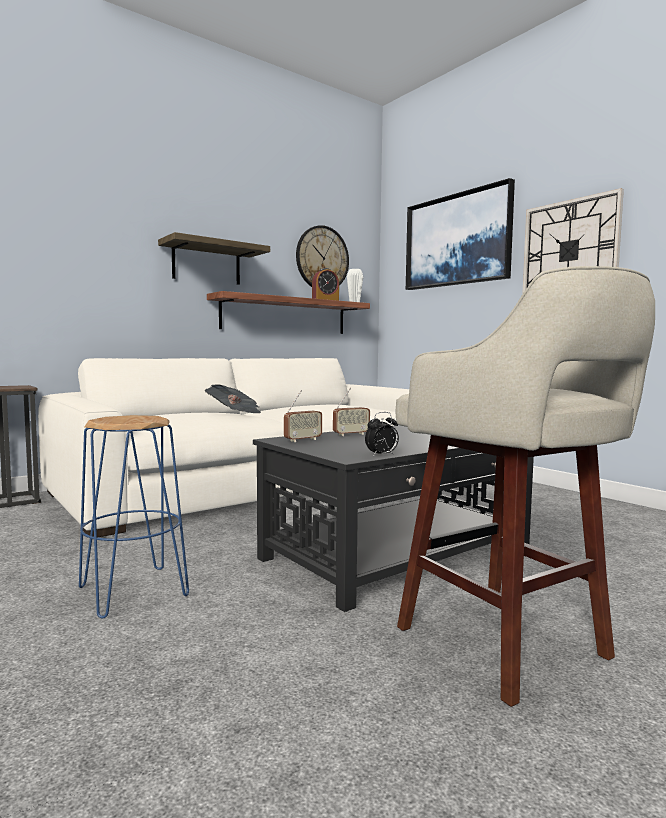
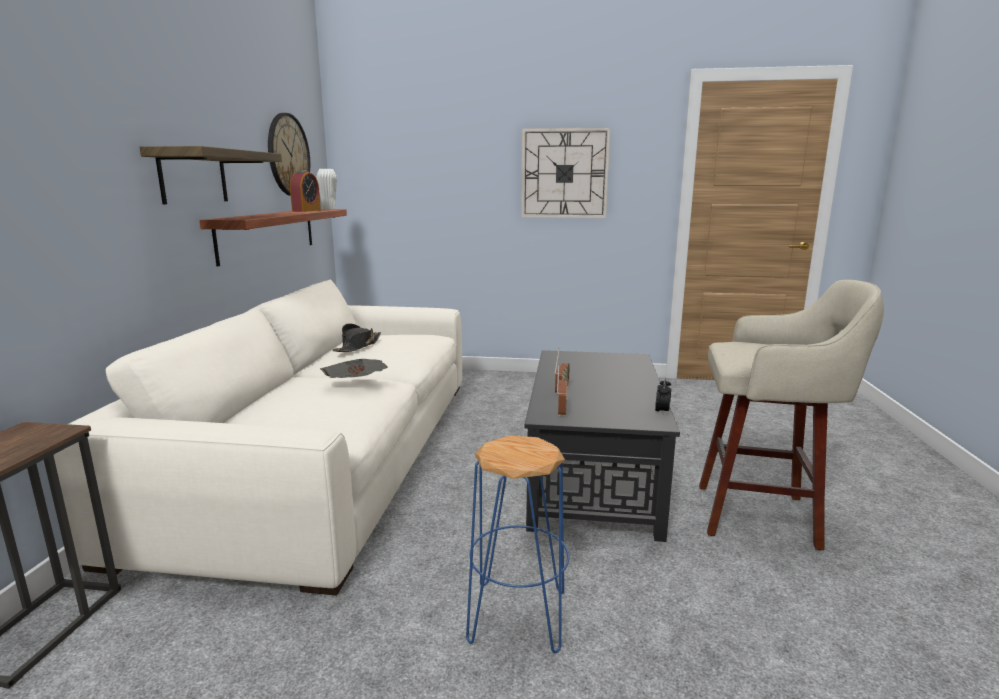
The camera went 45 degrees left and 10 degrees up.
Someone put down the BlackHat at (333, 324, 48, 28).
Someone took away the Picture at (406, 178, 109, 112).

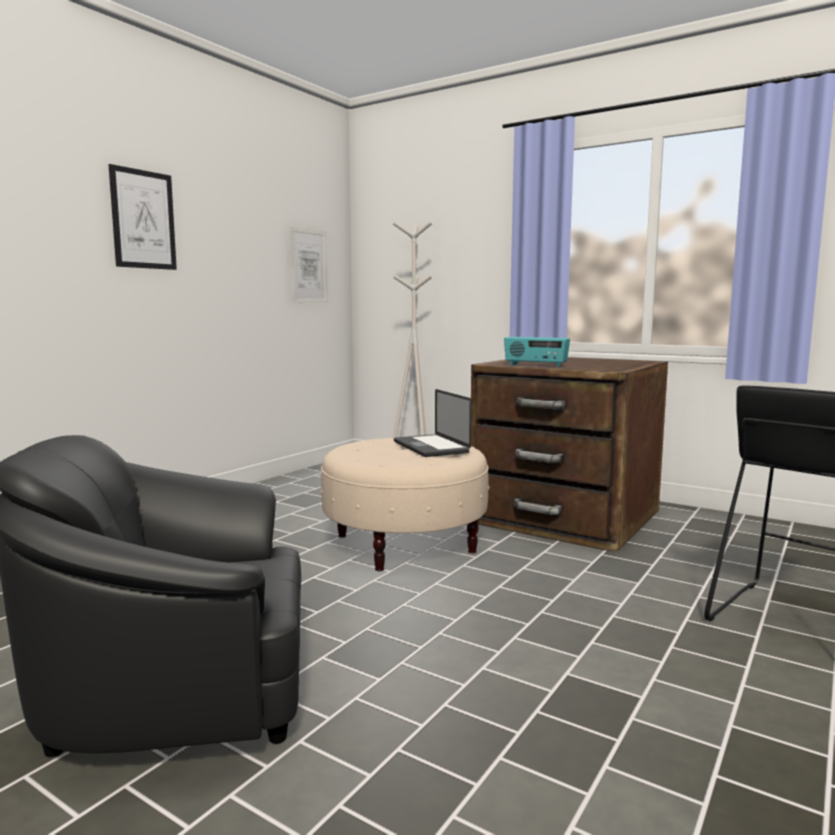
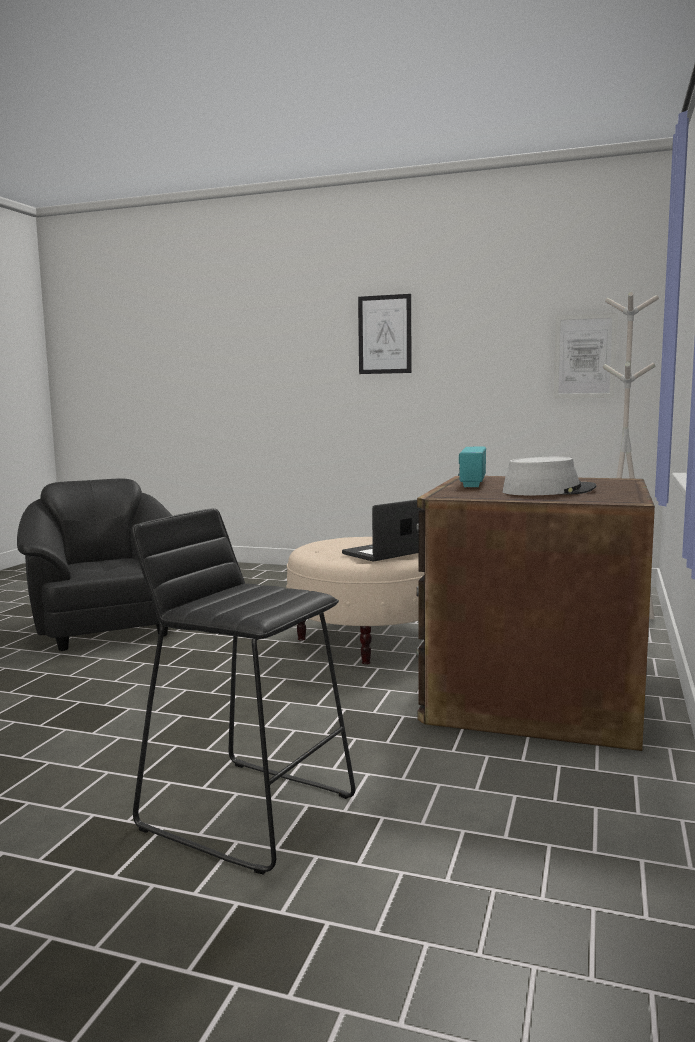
The camera went 75 degrees right and 0 degrees up.
Someone put down the GreyHat at (503, 457, 93, 38).

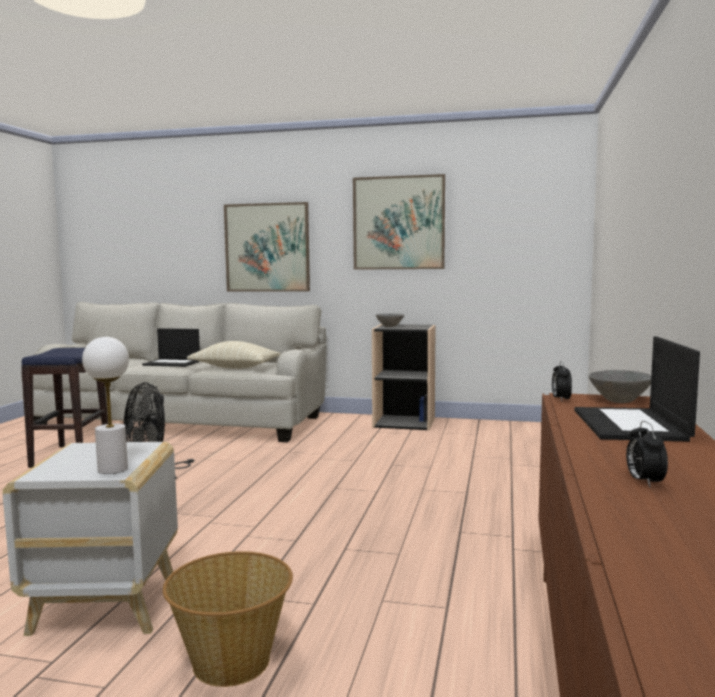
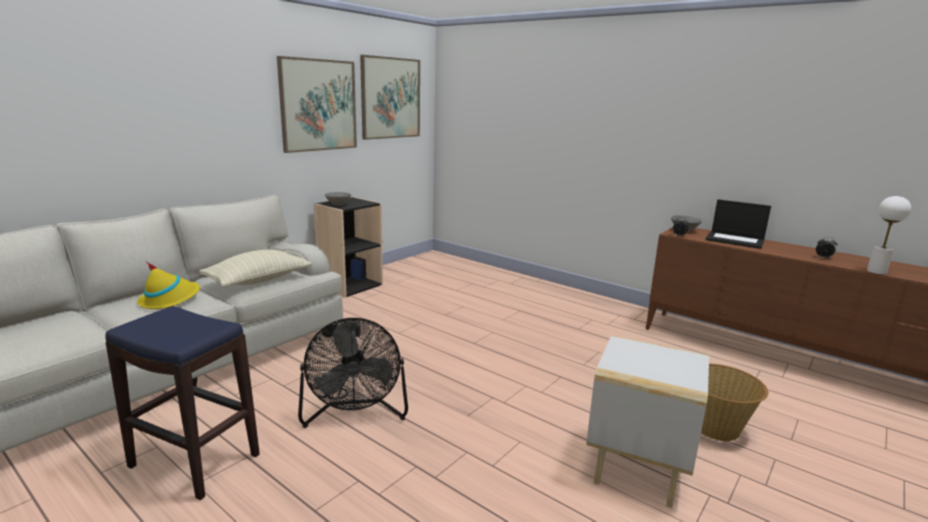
The camera went 65 degrees left and 10 degrees up.
Someone swapped the Laptop at (142, 328, 58, 39) for the YellowHat at (137, 261, 63, 48).
Someone carried the Picture from (224, 202, 86, 90) to (360, 55, 60, 85).
Someone carried the WhiteTableLamp from (82, 337, 47, 137) to (867, 196, 44, 79).

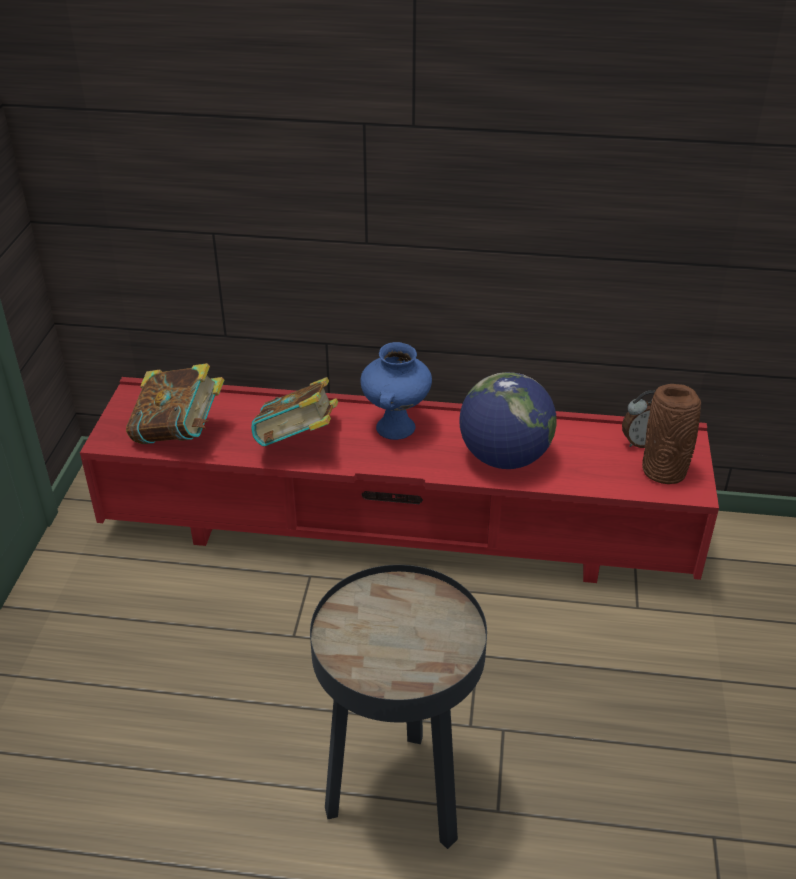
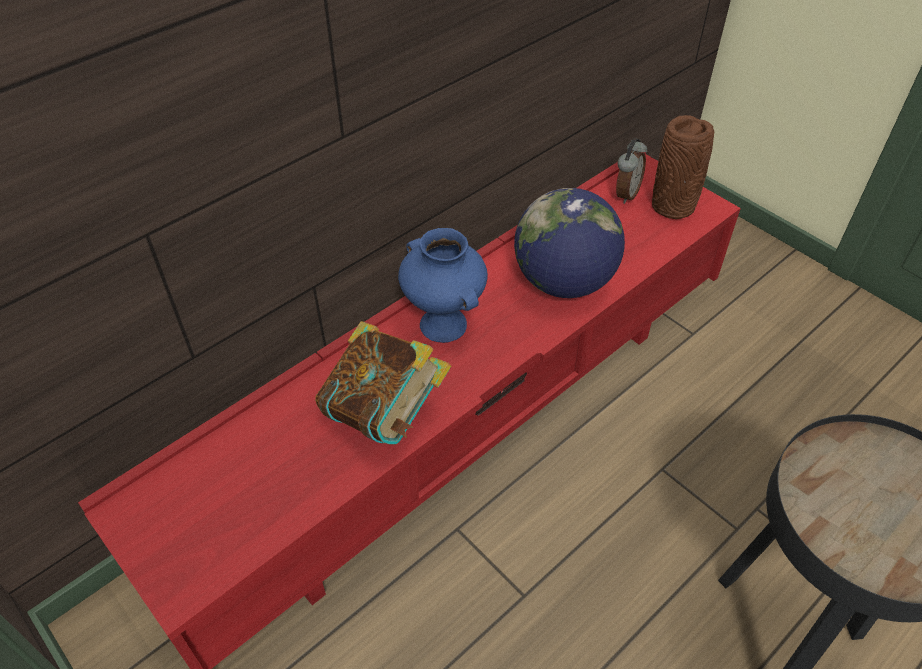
The camera went 50 degrees left and 10 degrees up.
Someone took away the Book at (126, 363, 98, 81).

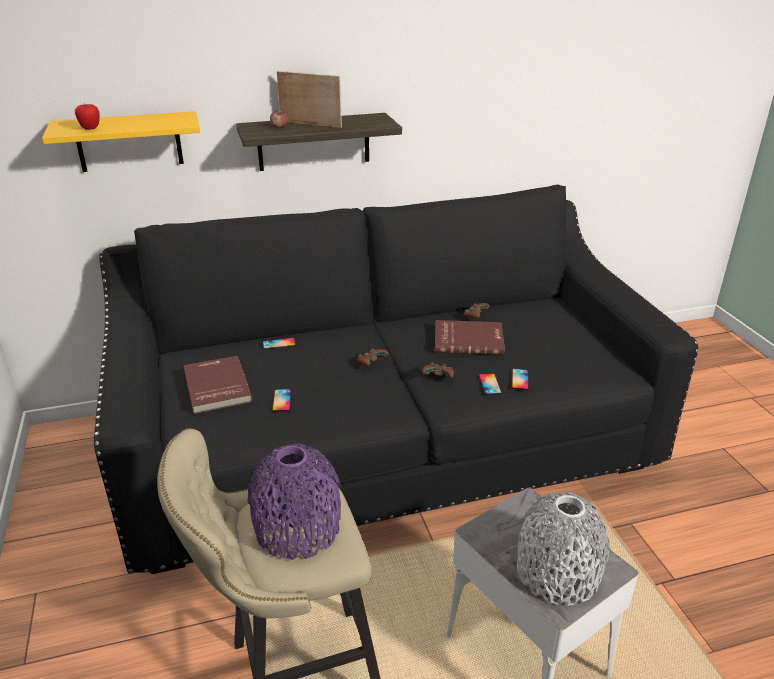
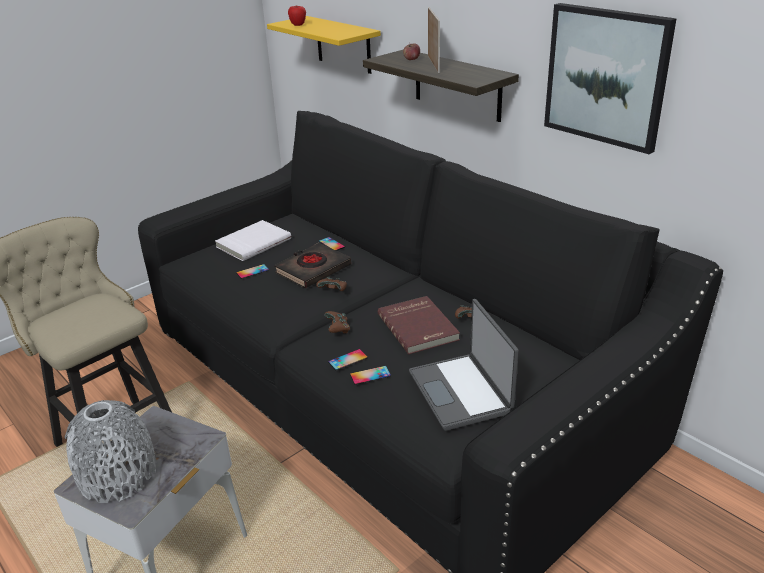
The camera went 65 degrees right and 0 degrees up.
Someone repainted the RedBook at (184, 356, 68, 58), which became the WhiteBook at (215, 220, 76, 41).
Someone put down the BlackBook at (274, 243, 77, 45).
Someone put down the Laptop at (409, 299, 110, 132).
Someone put up the Picture at (544, 3, 133, 151).
Someone took away the PurpleVase at (247, 444, 94, 116).

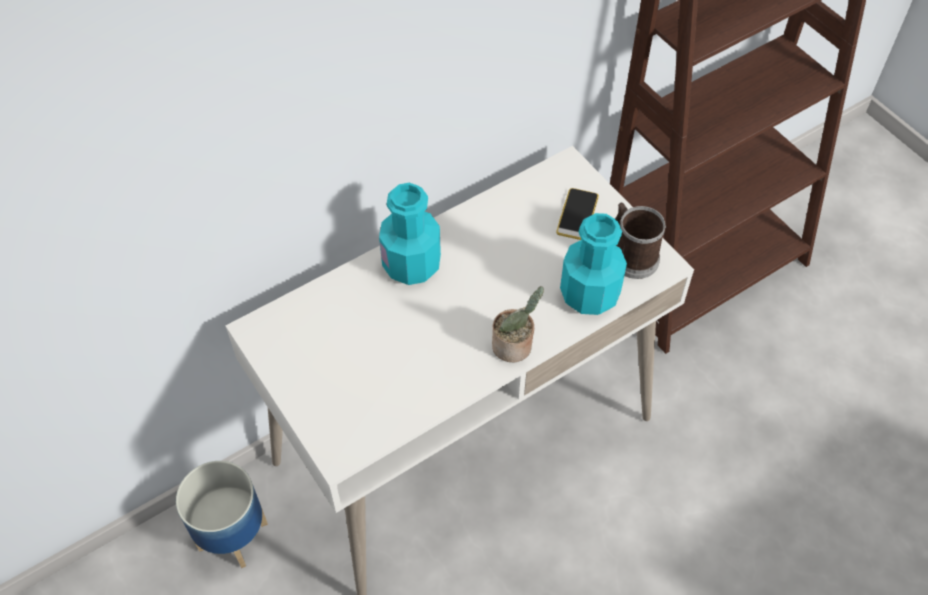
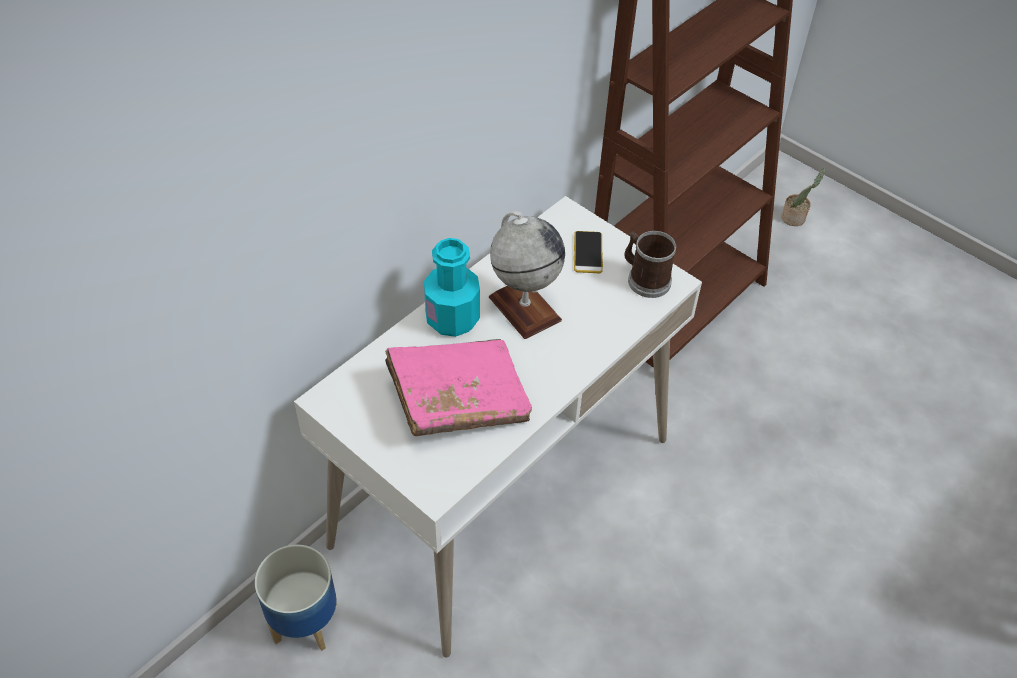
The camera went 15 degrees left and 5 degrees down.
Someone put down the PinkBook at (385, 339, 147, 97).
Someone put down the Globe at (489, 211, 76, 128).
Someone carried the PottedPlant from (492, 286, 52, 76) to (781, 168, 45, 58).
Someone took away the TurquoiseBottle at (560, 213, 67, 102).

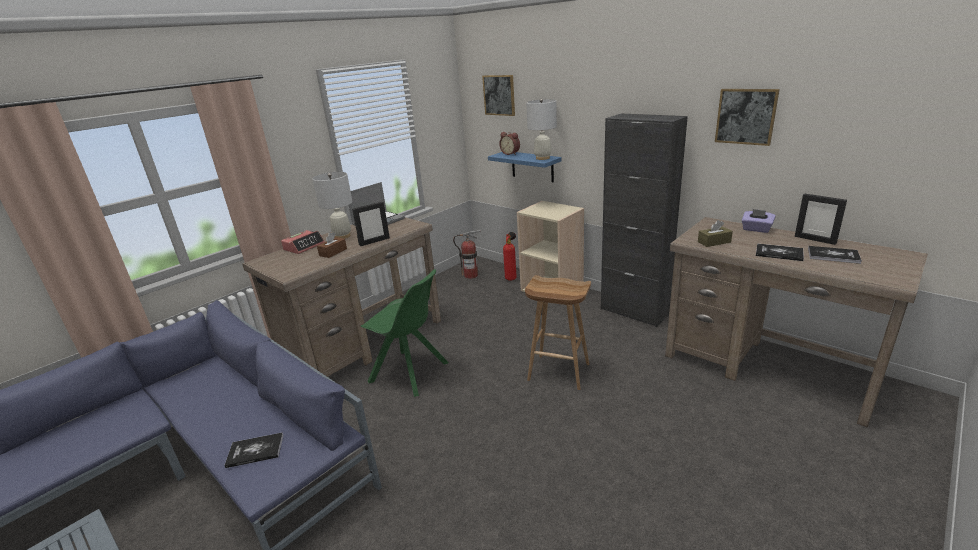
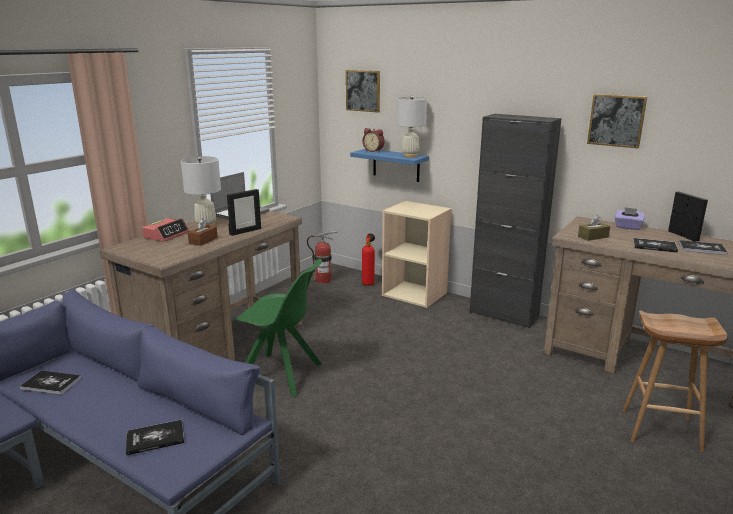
The camera went 10 degrees left and 5 degrees down.
Someone put down the Book at (19, 371, 62, 24).
Someone carried the BrownStool from (525, 275, 66, 115) to (622, 310, 106, 142).
Someone rotated the PictureFrame at (795, 194, 52, 51) by 150 degrees counterclockwise.

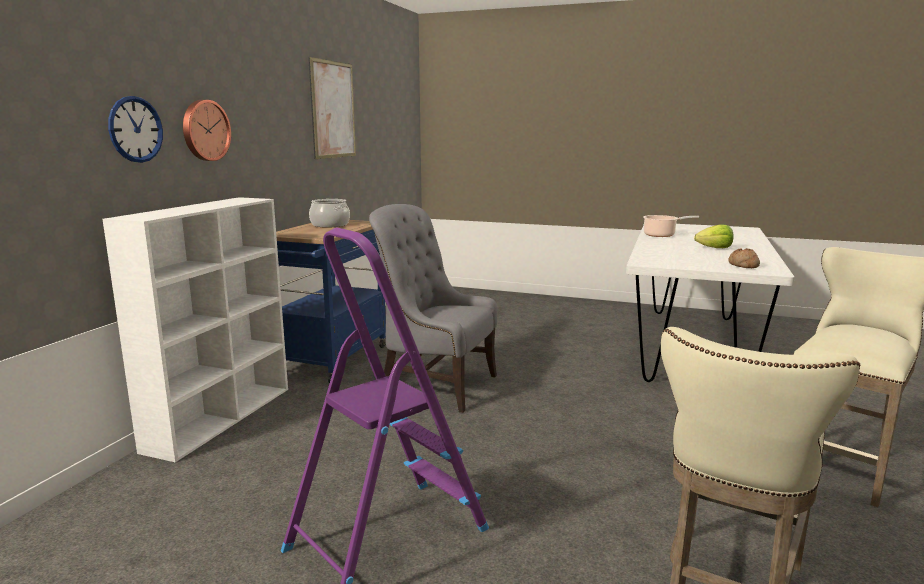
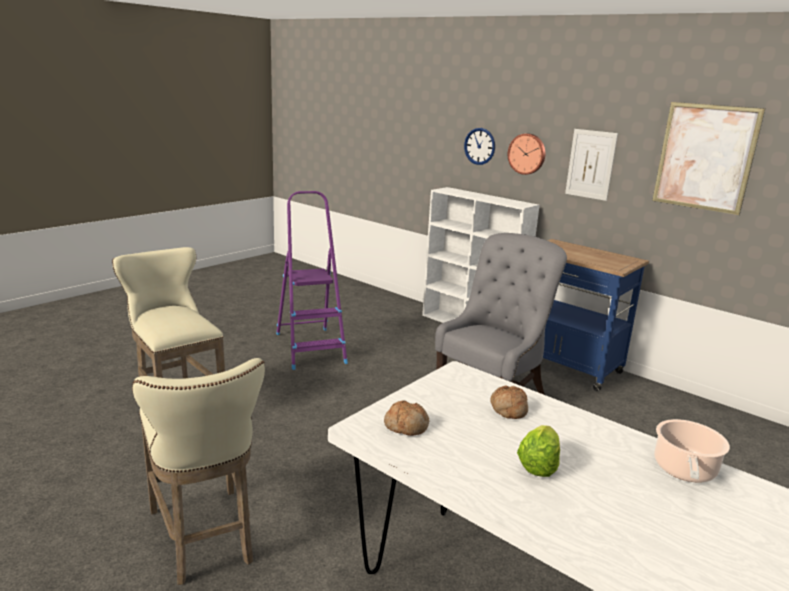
The camera went 110 degrees right and 5 degrees up.
Someone put down the Bread at (490, 385, 38, 34).
Someone put up the Picture at (565, 129, 53, 72).
Someone took away the CookingPot at (309, 199, 41, 29).

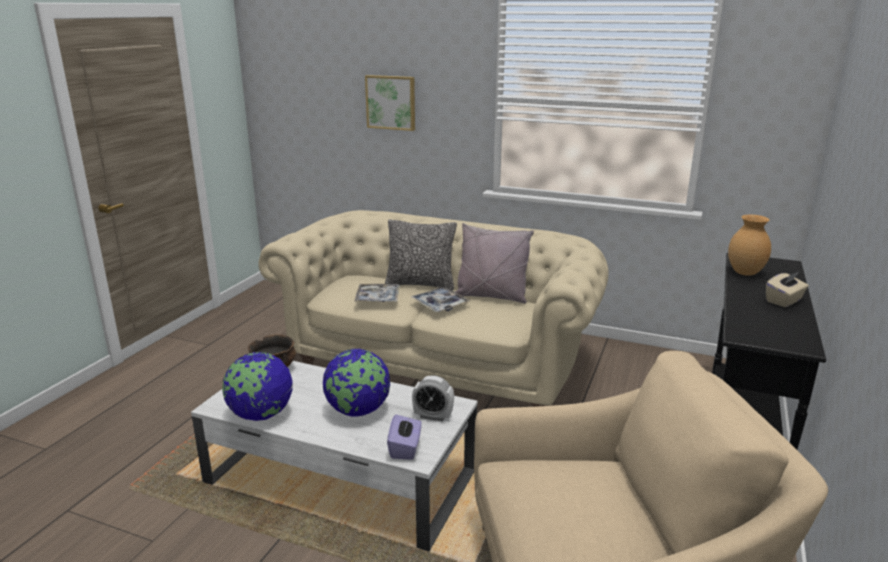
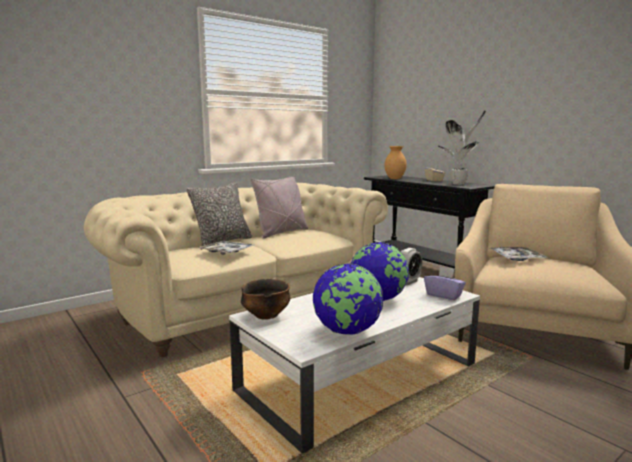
The camera went 60 degrees left and 10 degrees down.
Someone put down the PottedPlant at (438, 110, 48, 75).
Someone carried the Tray from (411, 287, 59, 25) to (490, 247, 58, 14).
Someone took away the Picture at (365, 75, 50, 56).

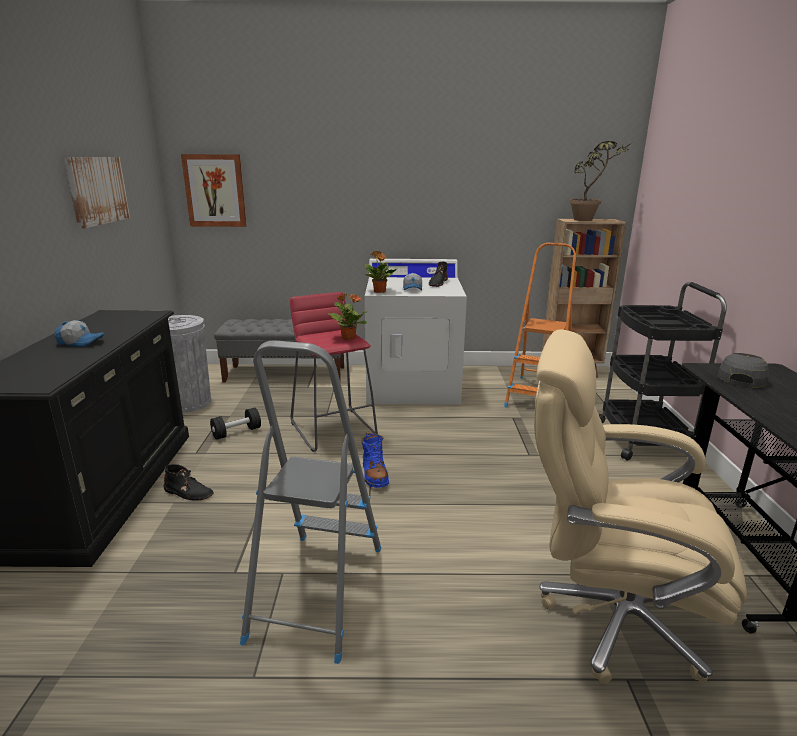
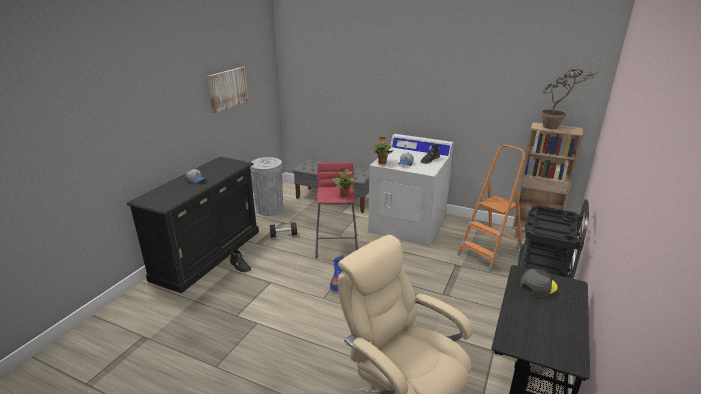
The camera went 25 degrees right and 5 degrees up.
Someone took away the Picture at (181, 154, 66, 73).
Someone took away the GreyStepLadder at (240, 340, 141, 324).

